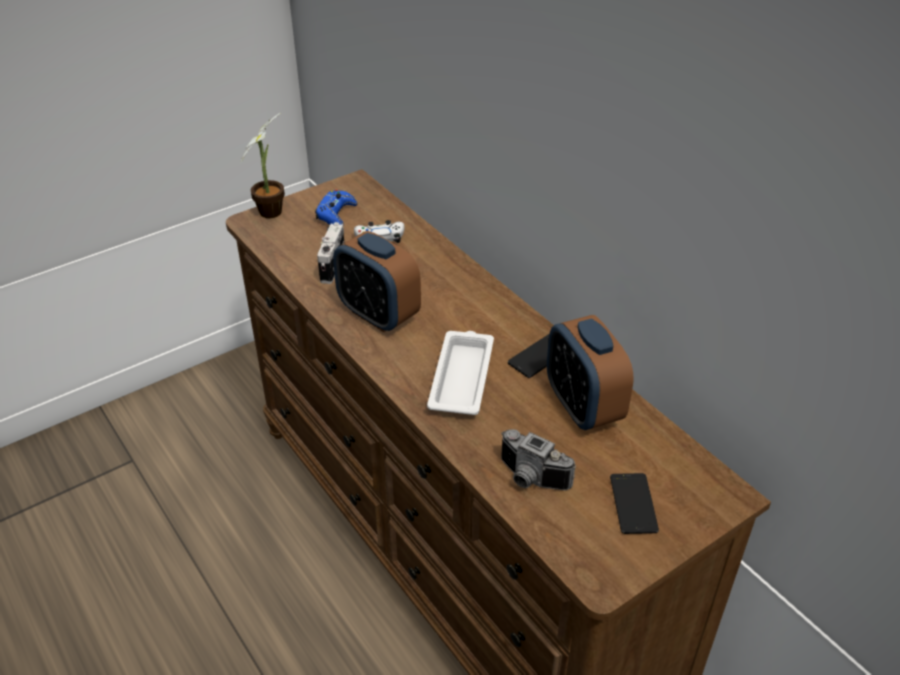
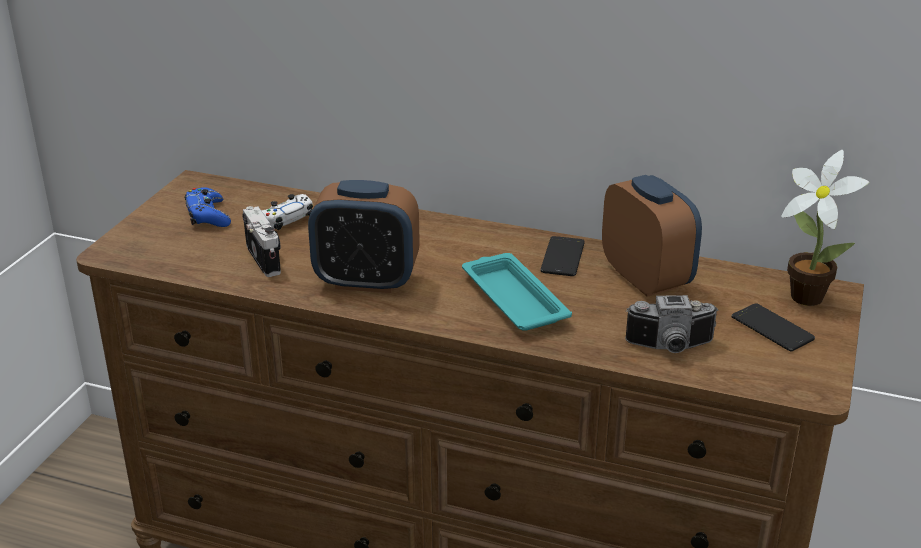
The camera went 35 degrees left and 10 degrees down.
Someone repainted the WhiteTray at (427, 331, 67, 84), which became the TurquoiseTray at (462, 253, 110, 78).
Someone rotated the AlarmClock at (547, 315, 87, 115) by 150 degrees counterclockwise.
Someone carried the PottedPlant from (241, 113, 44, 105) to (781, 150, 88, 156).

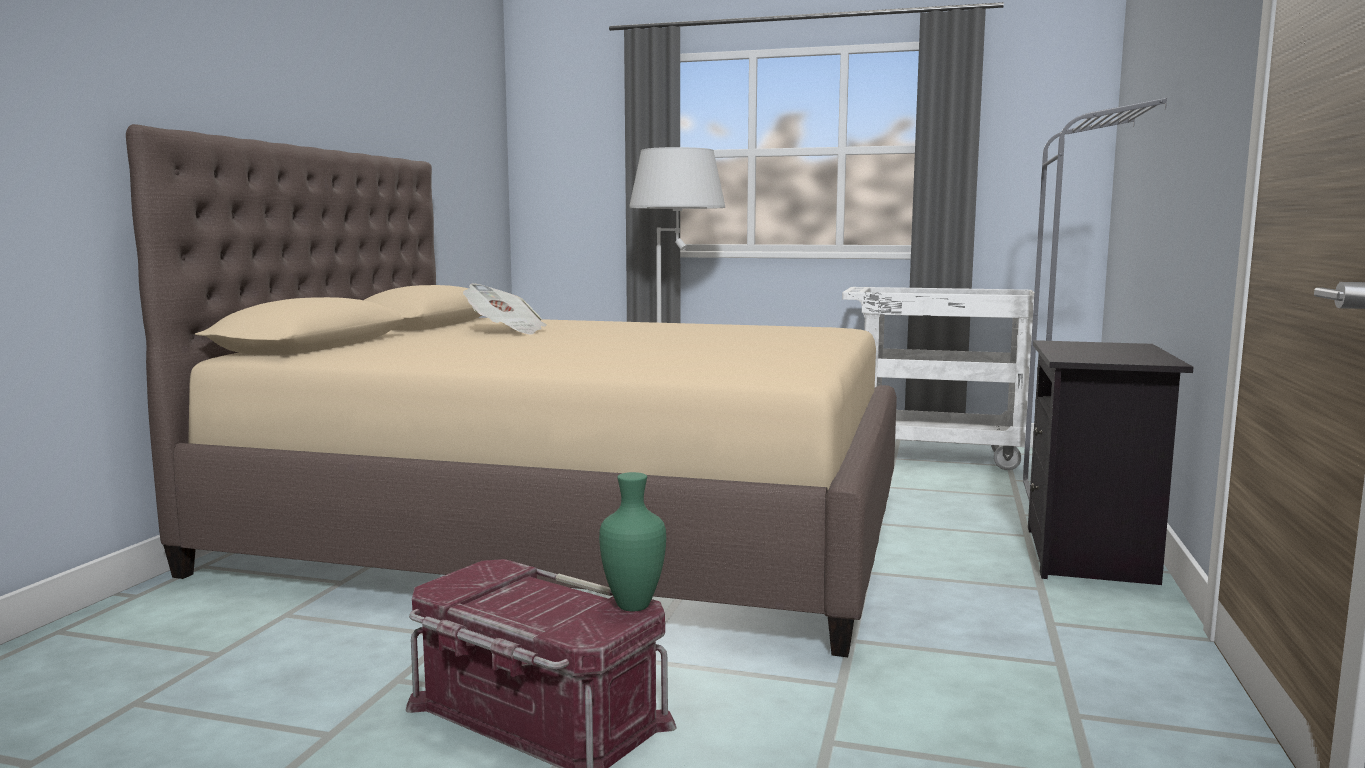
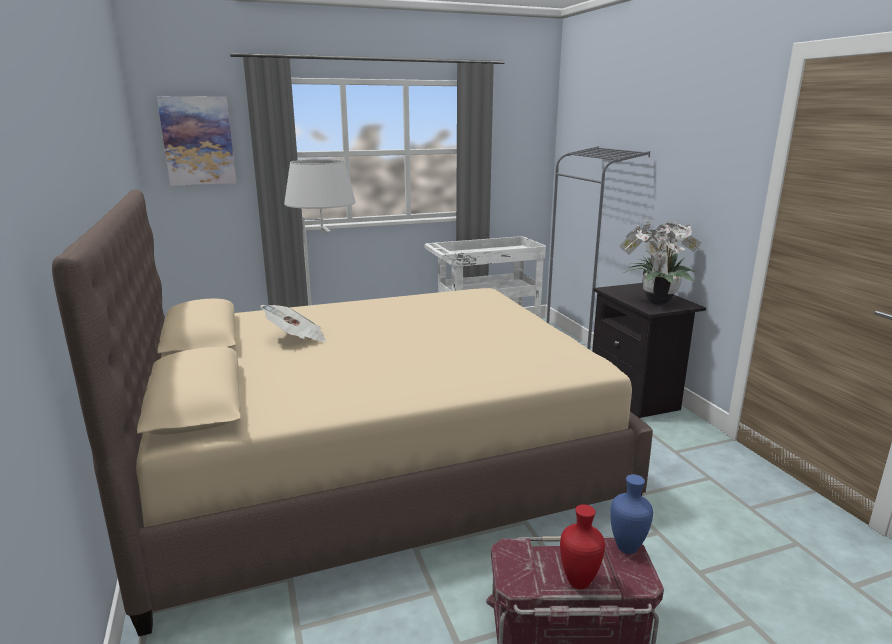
The camera went 35 degrees left and 10 degrees up.
Someone put up the Picture at (157, 96, 79, 90).
Someone put down the RedVase at (560, 504, 45, 85).
Someone repainted the GreenVase at (599, 472, 67, 139), which became the BlueVase at (610, 474, 43, 80).
Someone put down the PottedPlant at (619, 221, 82, 84).

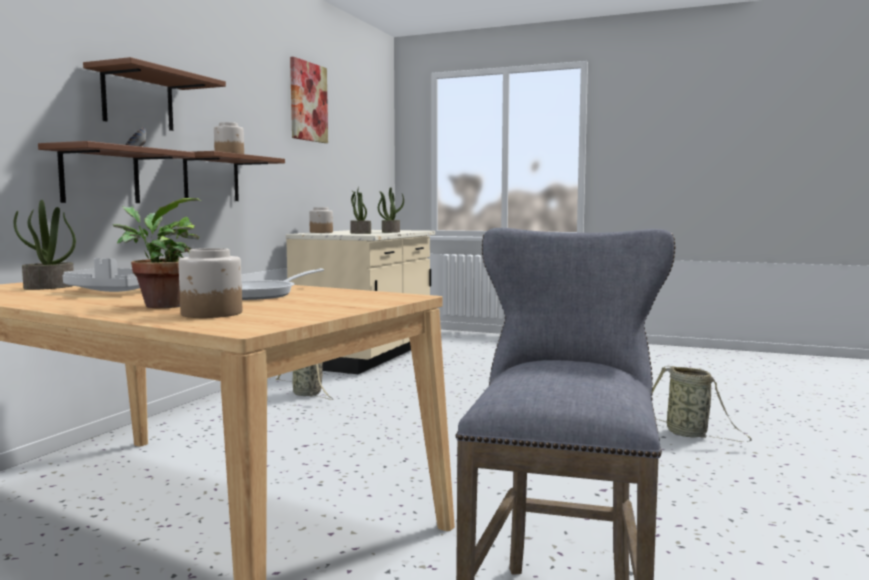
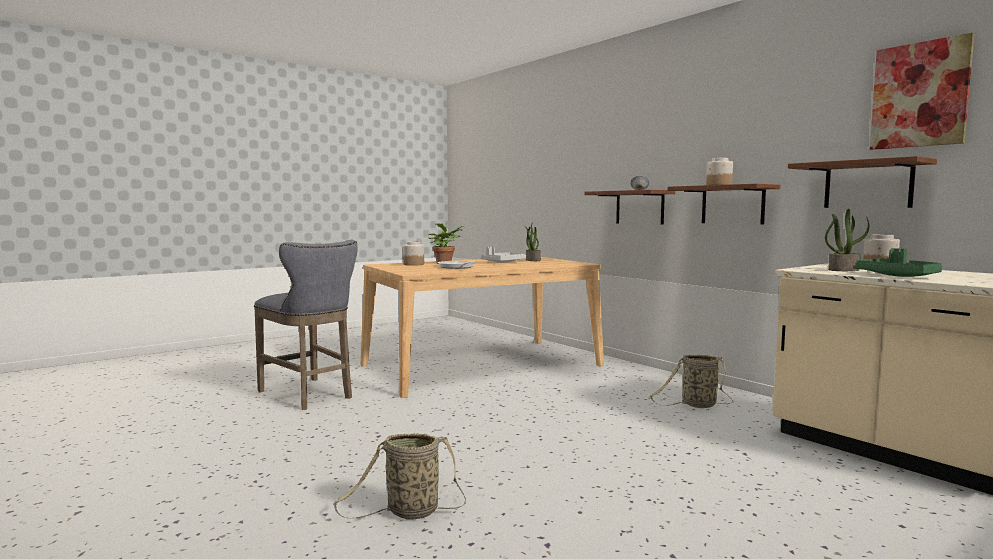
The camera went 120 degrees right and 0 degrees up.
Someone carried the BrownShelf from (83, 57, 143, 74) to (788, 156, 149, 52).
Someone swapped the PottedPlant at (378, 187, 26, 46) for the GreenTray at (855, 248, 87, 29).

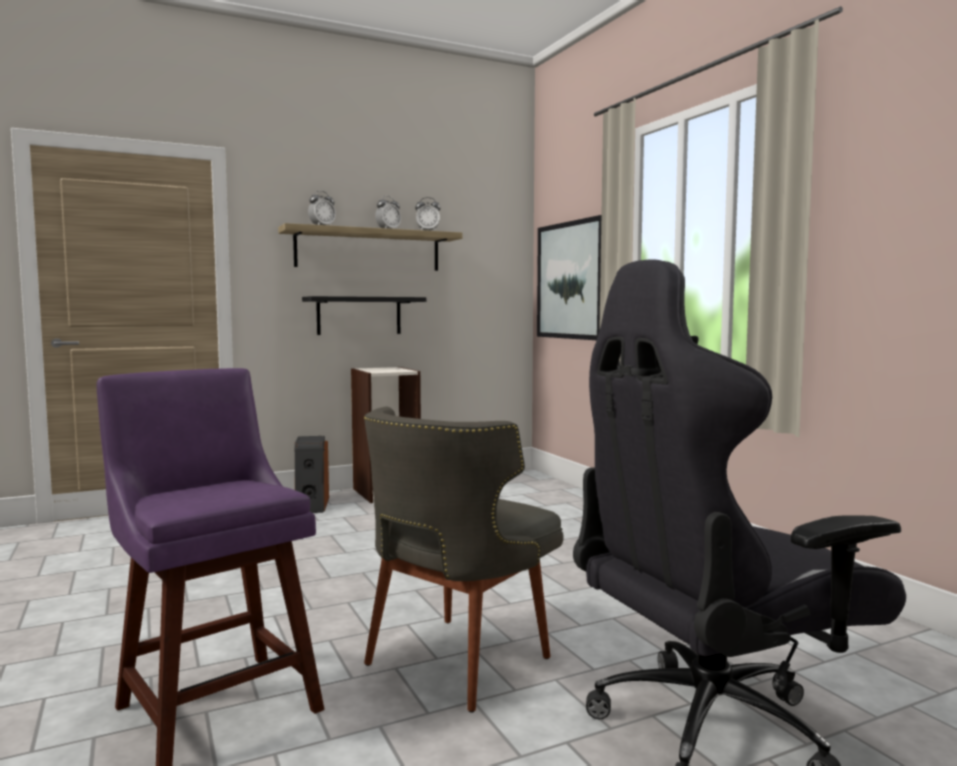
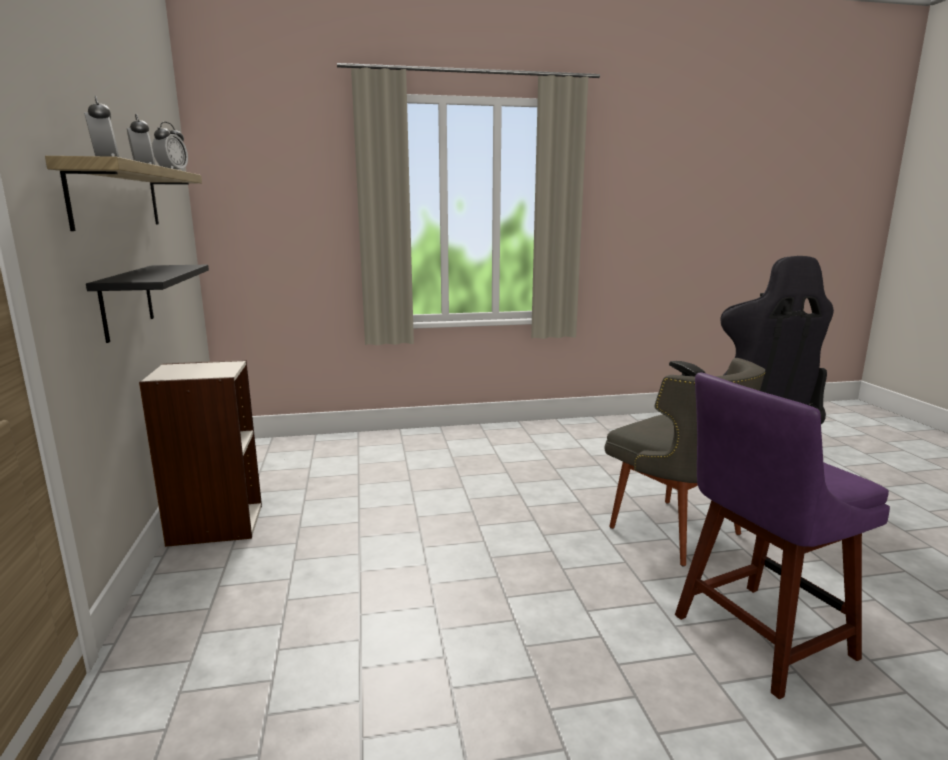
The camera went 75 degrees left and 10 degrees up.
Someone took away the Speaker at (295, 436, 34, 77).
Someone took away the Picture at (537, 215, 64, 125).

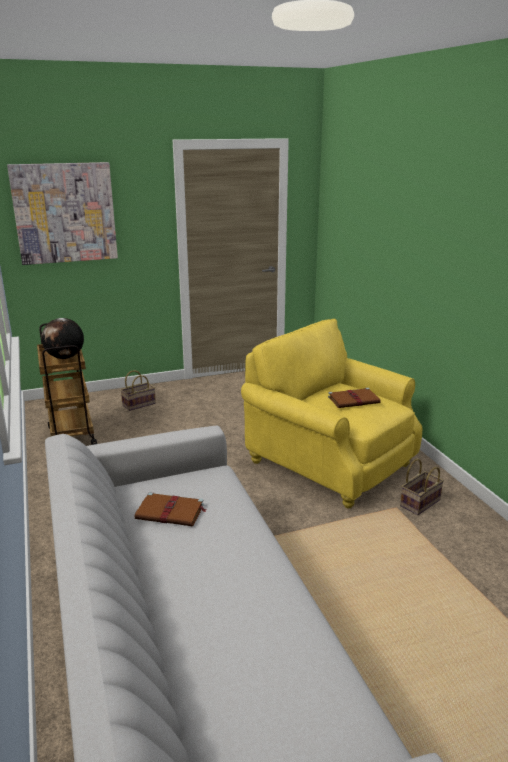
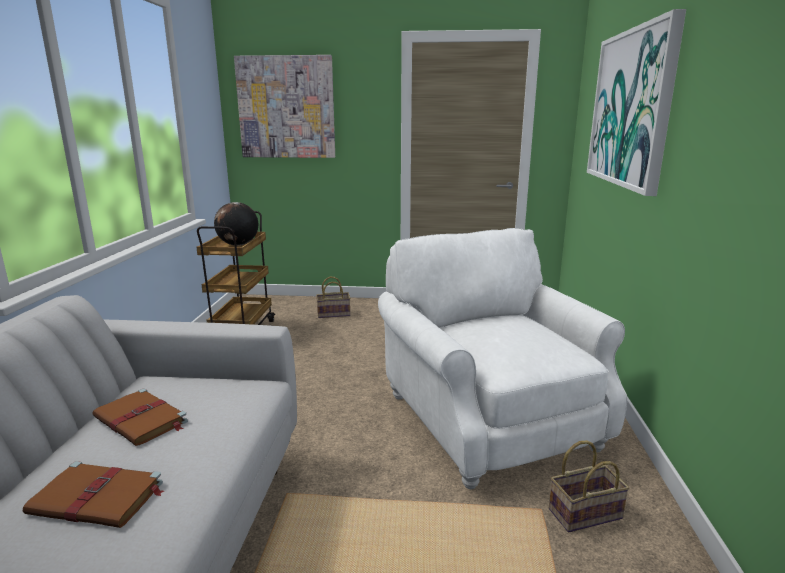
The camera went 25 degrees right and 5 degrees down.
Someone carried the BrownBook from (328, 388, 53, 20) to (23, 461, 141, 67).
Someone repainted the YellowArmchair at (241, 319, 181, 189), which became the WhiteArmchair at (378, 228, 249, 261).
Someone put up the Picture at (587, 9, 99, 187).

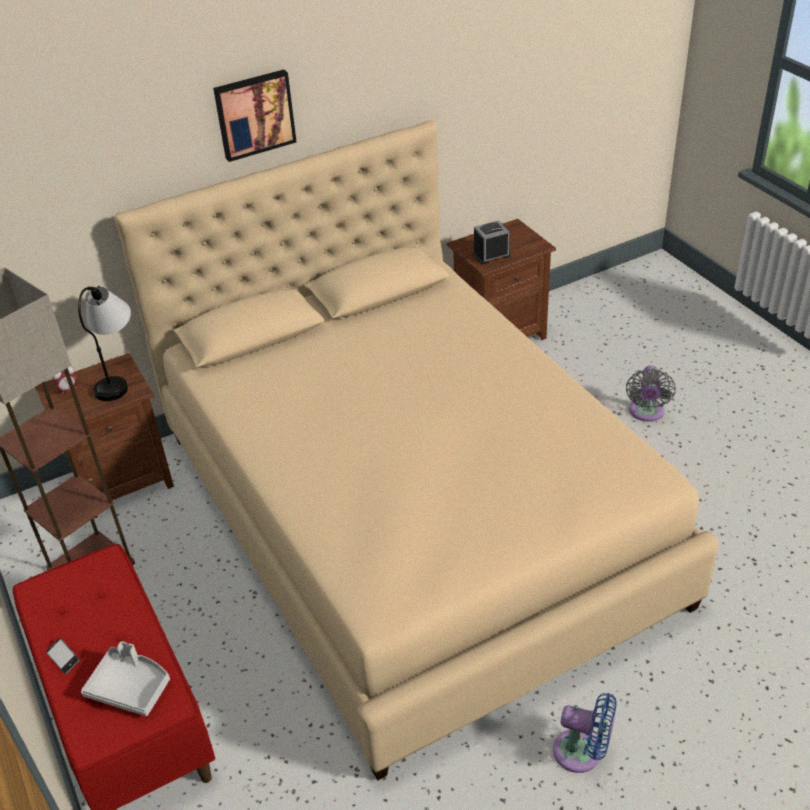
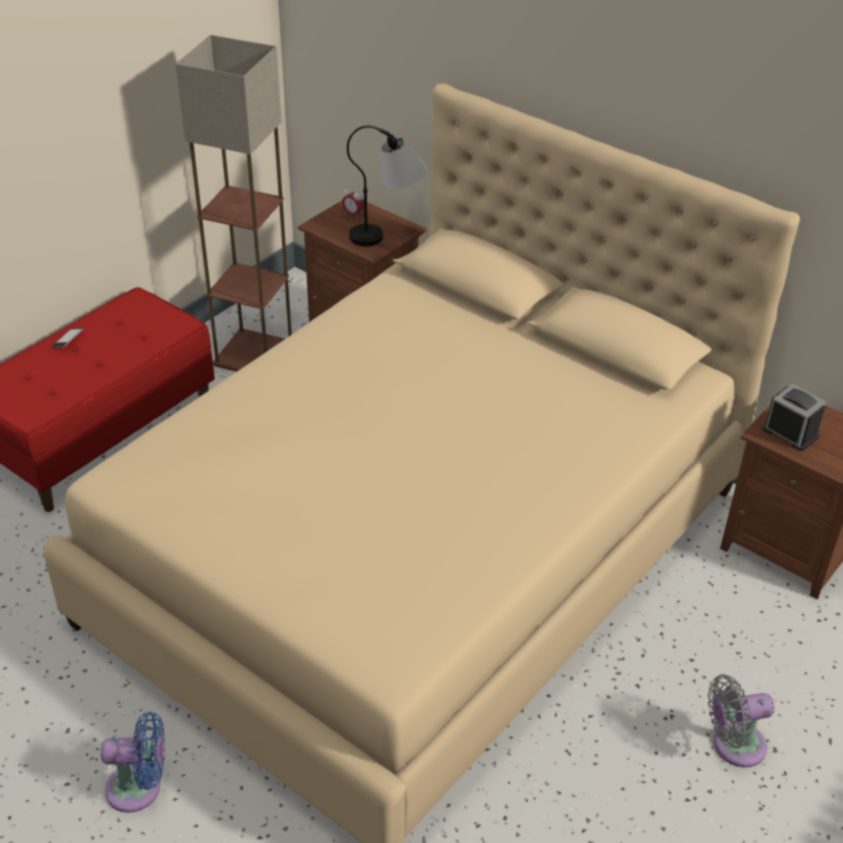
The camera went 65 degrees right and 0 degrees up.
Someone rotated the BlueFan at (553, 693, 64, 80) by 90 degrees counterclockwise.
Someone took away the GreyTray at (81, 641, 89, 75).
Someone took away the Picture at (213, 70, 84, 92).

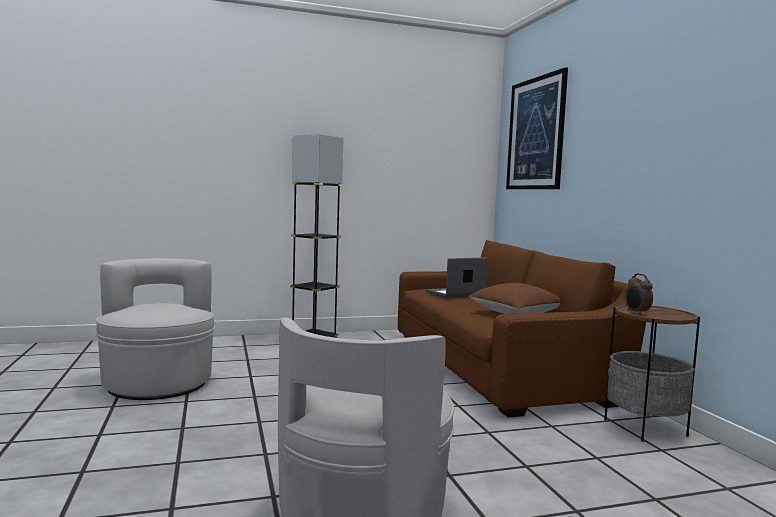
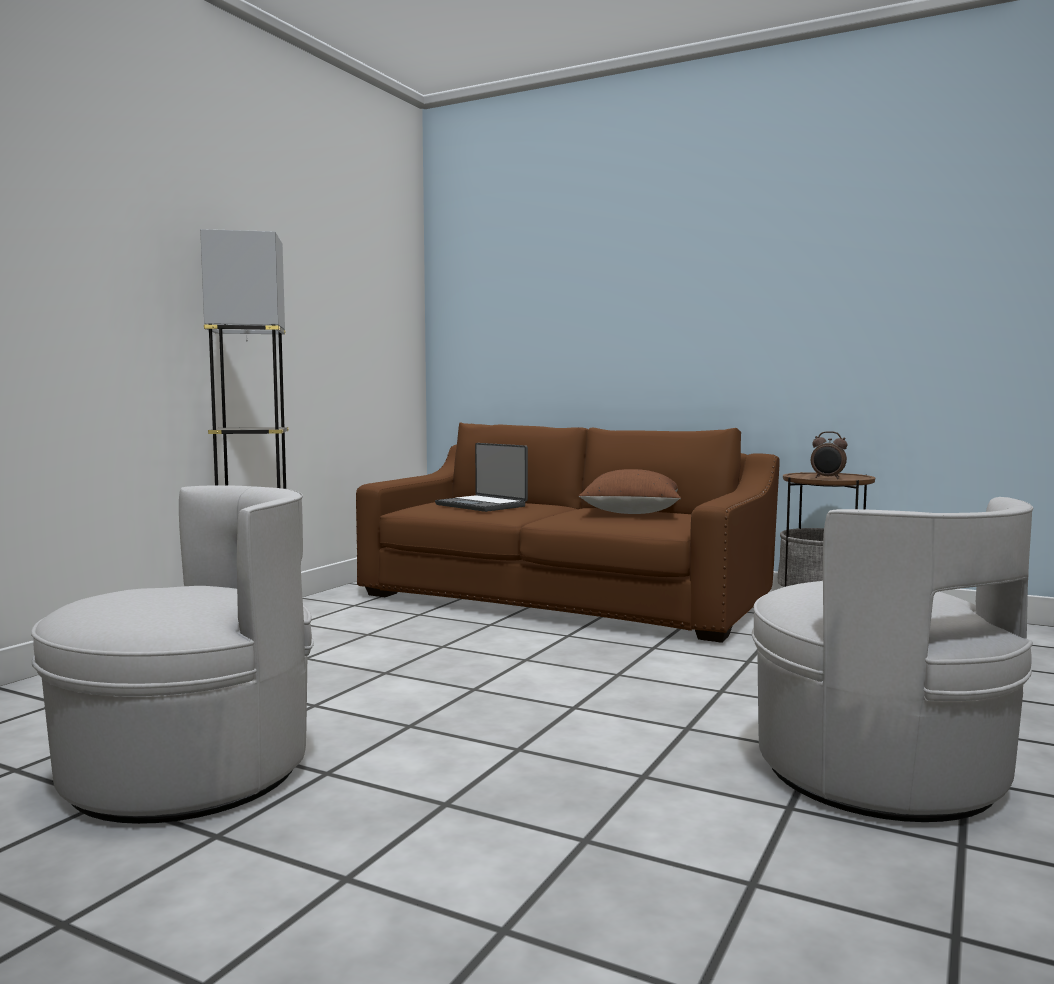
The camera went 45 degrees left and 0 degrees up.
Someone rotated the WhiteArmchair at (96, 258, 119, 142) by 120 degrees clockwise.
Someone rotated the Laptop at (426, 257, 62, 41) by 60 degrees counterclockwise.
Someone took away the Picture at (506, 67, 62, 122).

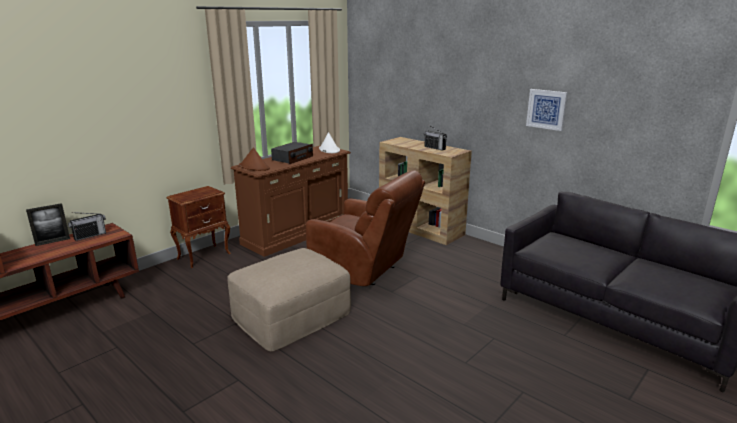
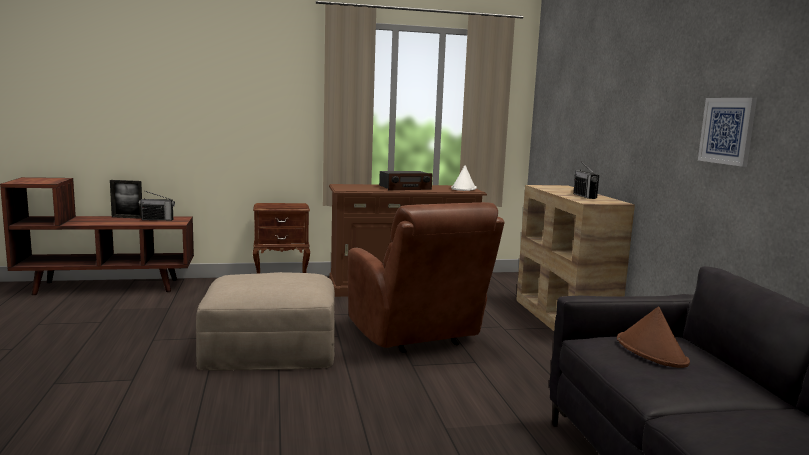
The camera went 35 degrees right and 10 degrees down.
Someone carried the BrownHat from (239, 147, 31, 24) to (617, 306, 73, 62).

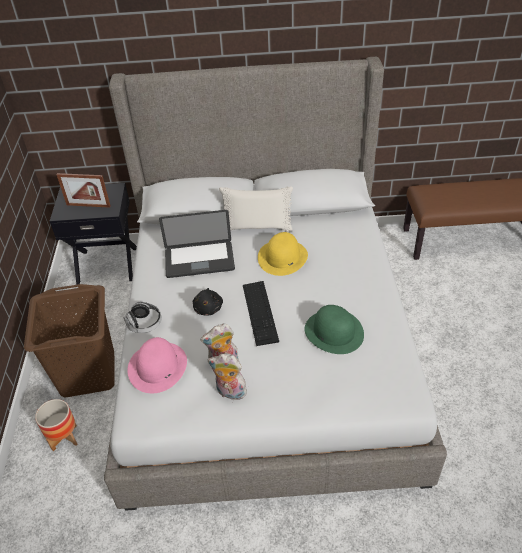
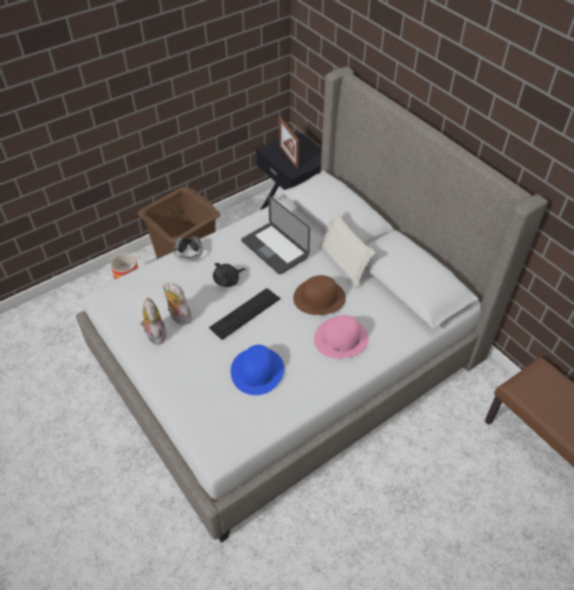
The camera went 55 degrees right and 5 degrees up.
Someone repainted the GreenHat at (305, 305, 59, 49), which became the BlueHat at (231, 345, 53, 50).
Someone repainted the YellowHat at (258, 232, 50, 44), which became the BrownHat at (293, 275, 53, 40).
Someone carried the PinkHat from (127, 337, 60, 56) to (314, 315, 55, 44).

